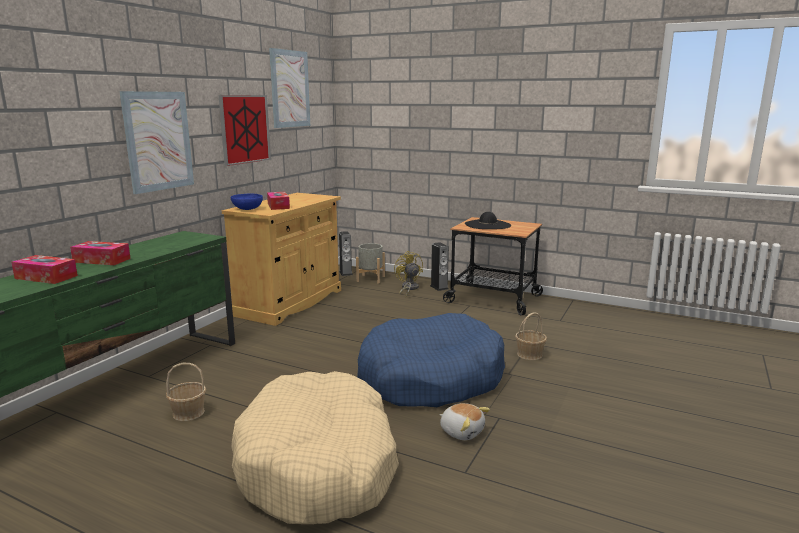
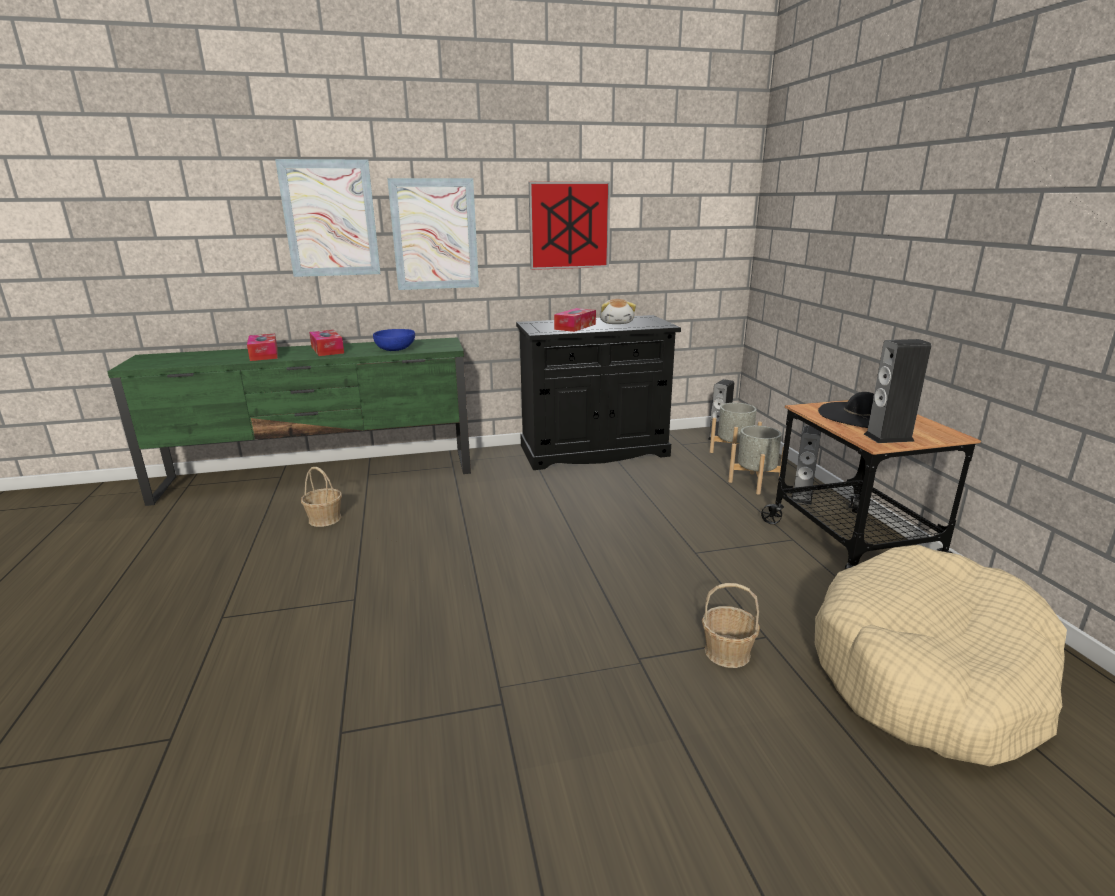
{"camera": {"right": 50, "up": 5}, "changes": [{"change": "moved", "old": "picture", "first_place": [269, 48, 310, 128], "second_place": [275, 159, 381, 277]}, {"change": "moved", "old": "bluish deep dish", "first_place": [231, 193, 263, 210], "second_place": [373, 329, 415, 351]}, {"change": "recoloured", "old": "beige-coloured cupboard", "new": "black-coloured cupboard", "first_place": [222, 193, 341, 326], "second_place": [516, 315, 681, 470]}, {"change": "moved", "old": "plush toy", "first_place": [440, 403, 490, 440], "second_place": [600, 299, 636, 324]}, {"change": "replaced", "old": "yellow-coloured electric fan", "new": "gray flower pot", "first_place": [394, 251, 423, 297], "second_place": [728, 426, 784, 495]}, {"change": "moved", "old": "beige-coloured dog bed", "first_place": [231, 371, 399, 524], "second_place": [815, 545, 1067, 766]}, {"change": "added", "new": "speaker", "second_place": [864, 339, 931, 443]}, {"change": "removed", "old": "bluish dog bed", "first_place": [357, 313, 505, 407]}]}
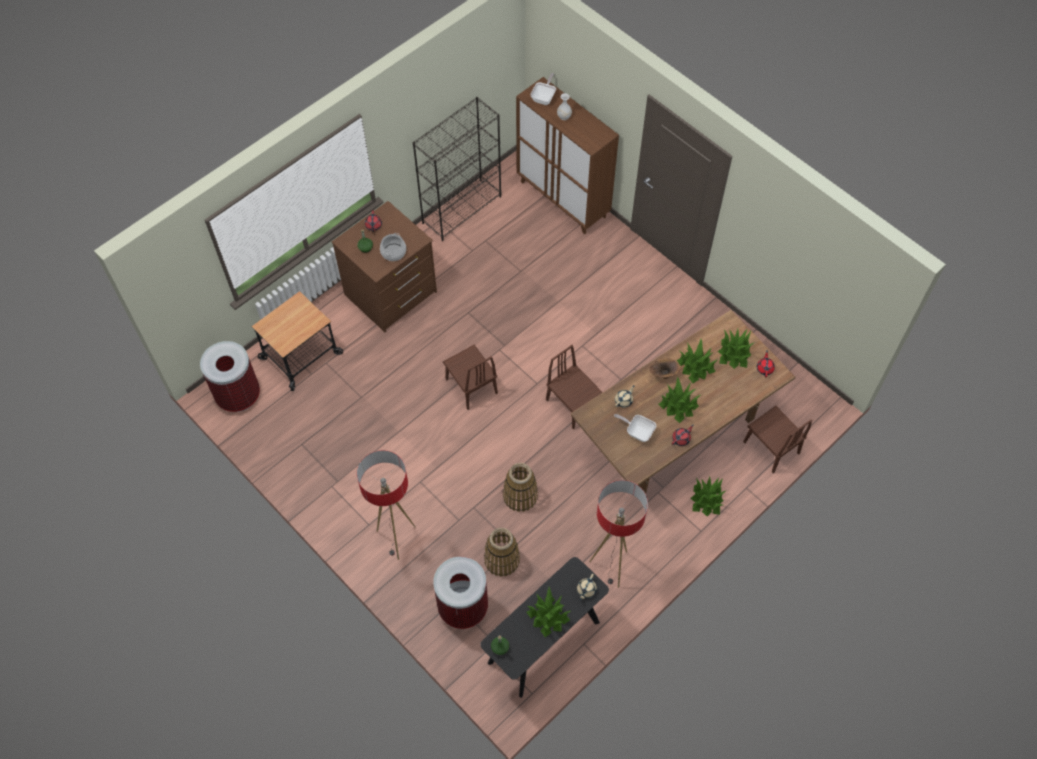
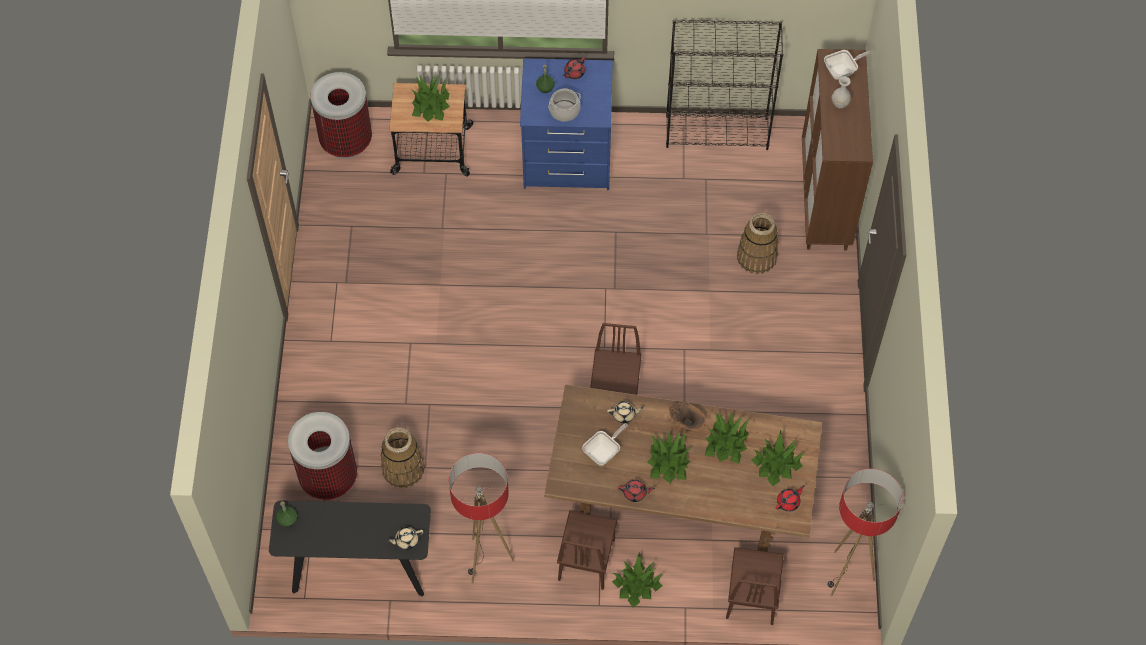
{"camera": {"right": 45, "up": 0}, "changes": [{"change": "moved", "old": "houseplant", "first_place": [526, 587, 570, 637], "second_place": [411, 74, 450, 122]}, {"change": "recoloured", "old": "brown-coloured dresser", "new": "bluish dresser", "first_place": [332, 201, 437, 332], "second_place": [520, 58, 613, 190]}, {"change": "moved", "old": "brown-coloured chair", "first_place": [443, 345, 498, 410], "second_place": [557, 510, 617, 590]}, {"change": "turned", "old": "frying pan", "first_place": [614, 414, 656, 442], "second_place": [582, 423, 628, 466], "degrees": 60}, {"change": "moved", "old": "household basket", "first_place": [503, 463, 538, 512], "second_place": [737, 213, 778, 274]}, {"change": "moved", "old": "standing lamp", "first_place": [357, 450, 416, 560], "second_place": [827, 468, 903, 596]}]}
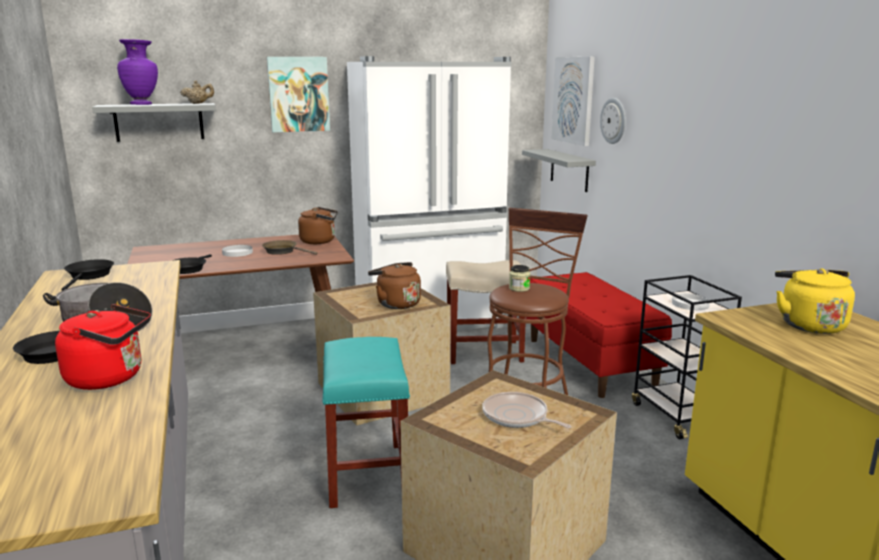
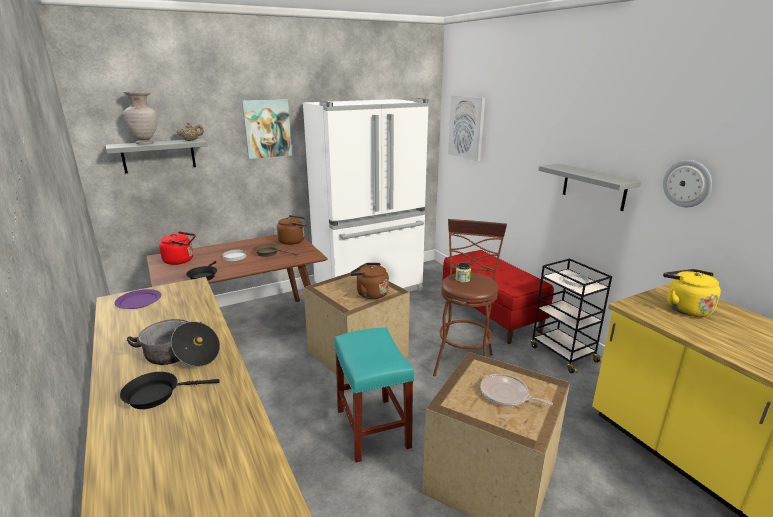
{"camera": {"right": -10, "up": 5}, "changes": [{"change": "replaced", "old": "black-coloured frying pan", "new": "purple dinner plate", "first_place": [61, 259, 114, 291], "second_place": [114, 289, 161, 309]}, {"change": "recoloured", "old": "purple flower vase", "new": "beige-coloured flower vase", "first_place": [117, 39, 158, 105], "second_place": [123, 91, 158, 145]}, {"change": "moved", "old": "red water kettle", "first_place": [55, 304, 151, 390], "second_place": [159, 231, 195, 265]}, {"change": "moved", "old": "gray bracket shelf", "first_place": [522, 149, 596, 192], "second_place": [538, 164, 641, 211]}, {"change": "moved", "old": "hanging clock", "first_place": [600, 98, 626, 144], "second_place": [663, 160, 712, 207]}, {"change": "removed", "old": "beige-coloured stool", "first_place": [446, 260, 526, 364]}]}
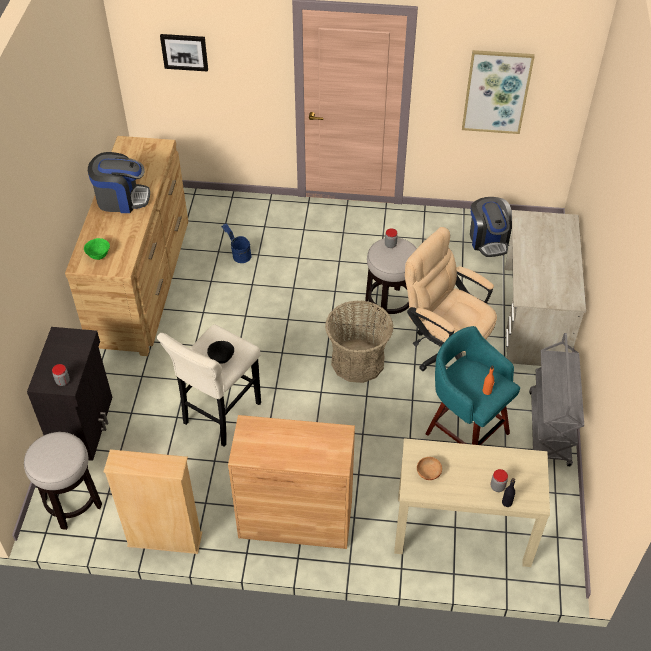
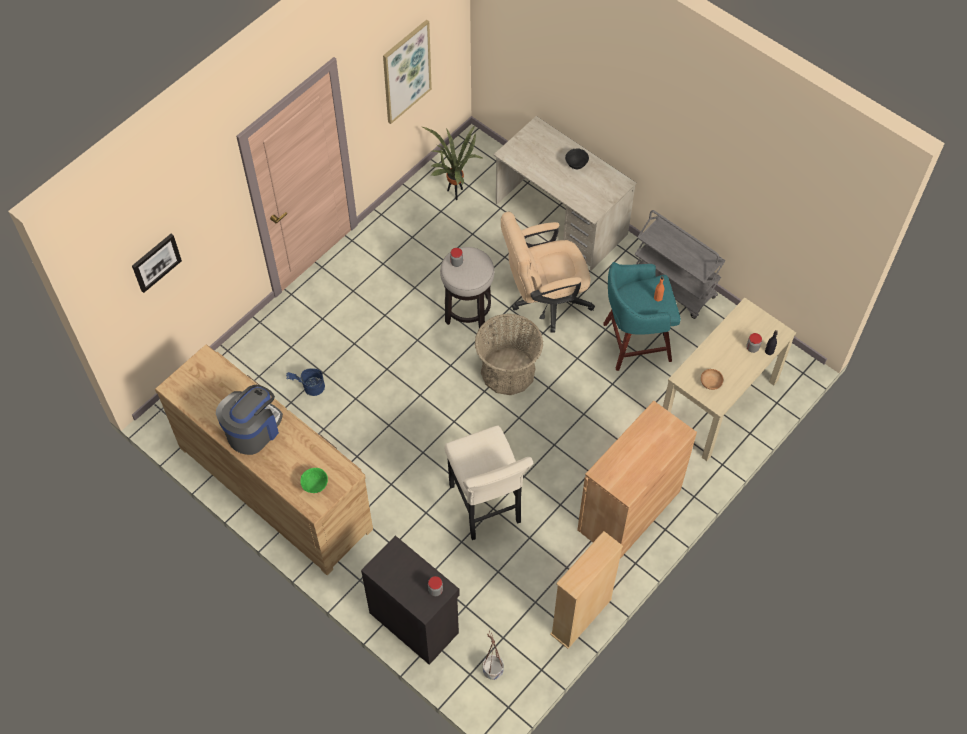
{"camera": {"right": -55, "up": 10}, "changes": [{"change": "replaced", "old": "coffee machine", "new": "houseplant", "first_place": [470, 197, 512, 257], "second_place": [422, 126, 484, 200]}, {"change": "replaced", "old": "stool", "new": "flower pot", "first_place": [24, 432, 102, 530], "second_place": [483, 631, 504, 680]}, {"change": "moved", "old": "black-coloured deep dish", "first_place": [207, 341, 234, 364], "second_place": [565, 148, 589, 169]}]}
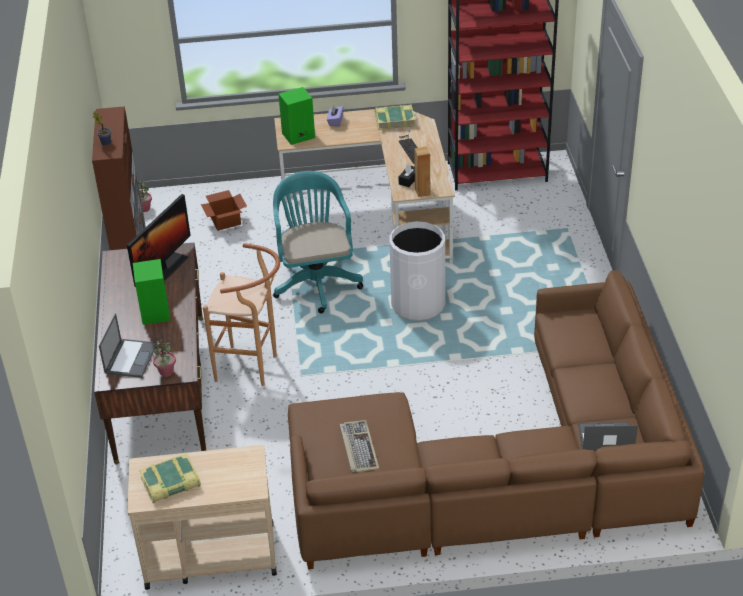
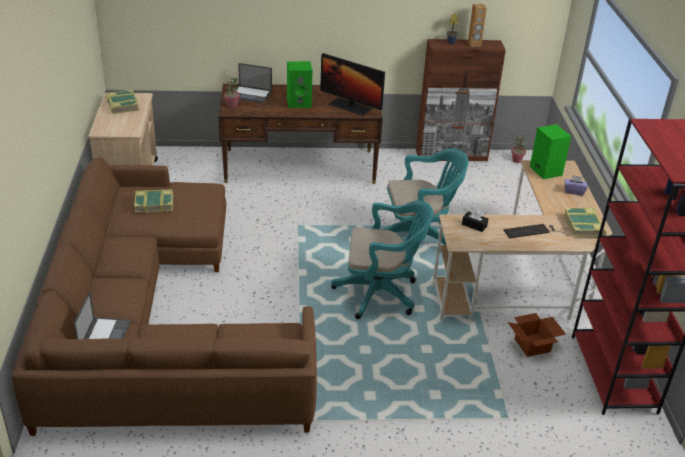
{"camera": {"right": 90, "up": -5}, "changes": [{"change": "replaced", "old": "computer keyboard", "new": "book", "first_place": [340, 420, 379, 472], "second_place": [134, 189, 173, 213]}, {"change": "replaced", "old": "white-coloured rubbish bin", "new": "turquoise-coloured computer chair", "first_place": [389, 221, 445, 321], "second_place": [331, 200, 433, 319]}, {"change": "moved", "old": "brown-coloured speaker", "first_place": [414, 146, 430, 197], "second_place": [468, 4, 487, 47]}, {"change": "moved", "old": "packing box", "first_place": [201, 190, 247, 231], "second_place": [508, 313, 566, 357]}, {"change": "removed", "old": "brown-coloured stool", "first_place": [203, 243, 280, 386]}]}
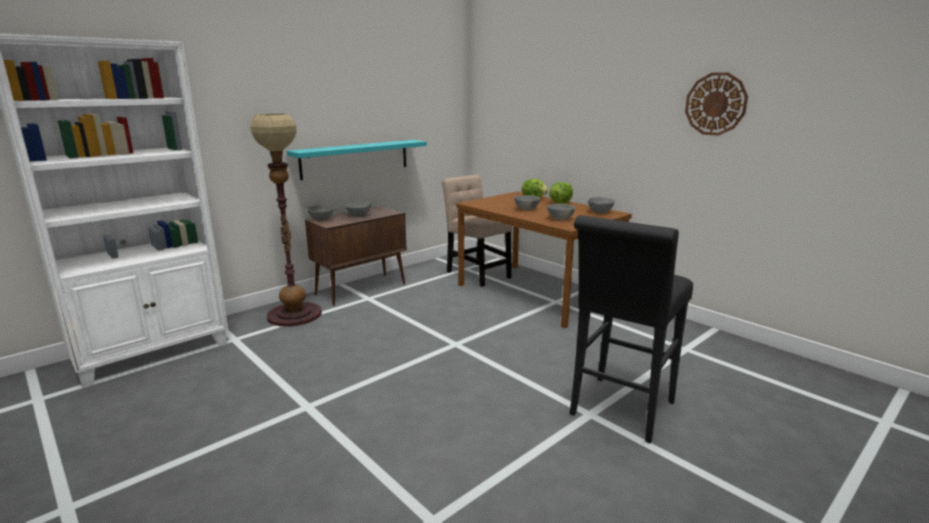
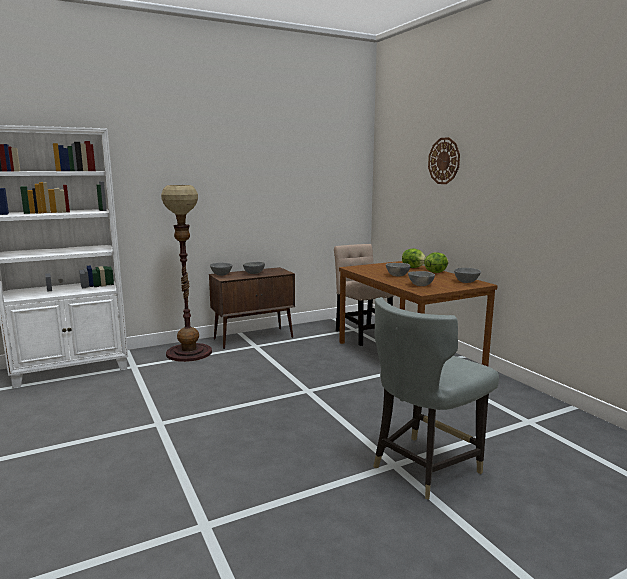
{"camera": {"right": 15, "up": -5}, "changes": [{"change": "replaced", "old": "black-coloured stool", "new": "gray chair", "first_place": [570, 215, 693, 444], "second_place": [373, 297, 499, 500]}, {"change": "moved", "old": "hanging clock", "first_place": [685, 72, 748, 136], "second_place": [428, 137, 460, 184]}, {"change": "removed", "old": "turquoise-coloured bracket shelf", "first_place": [287, 140, 427, 180]}]}
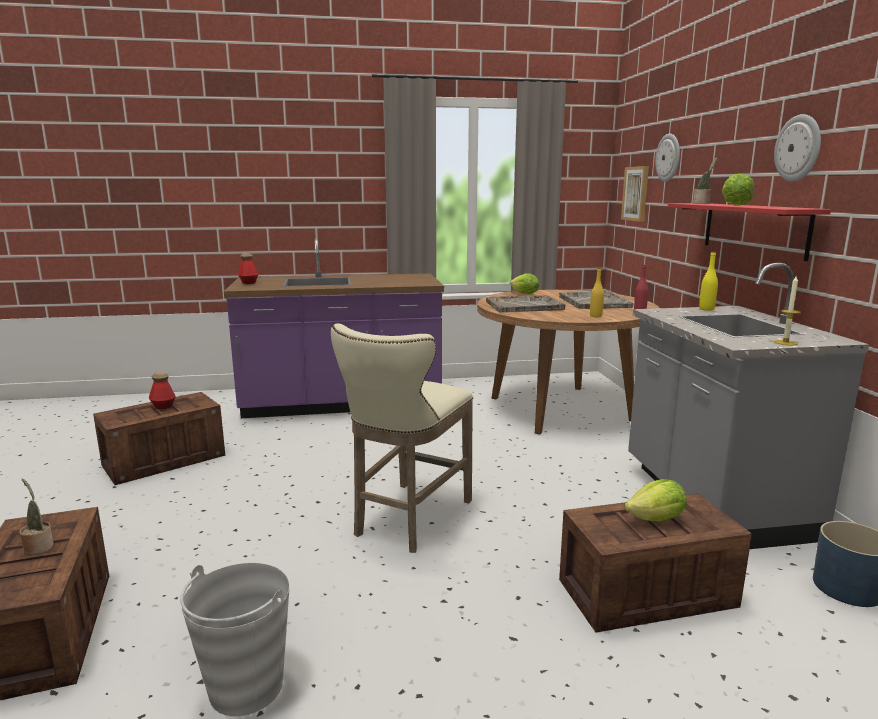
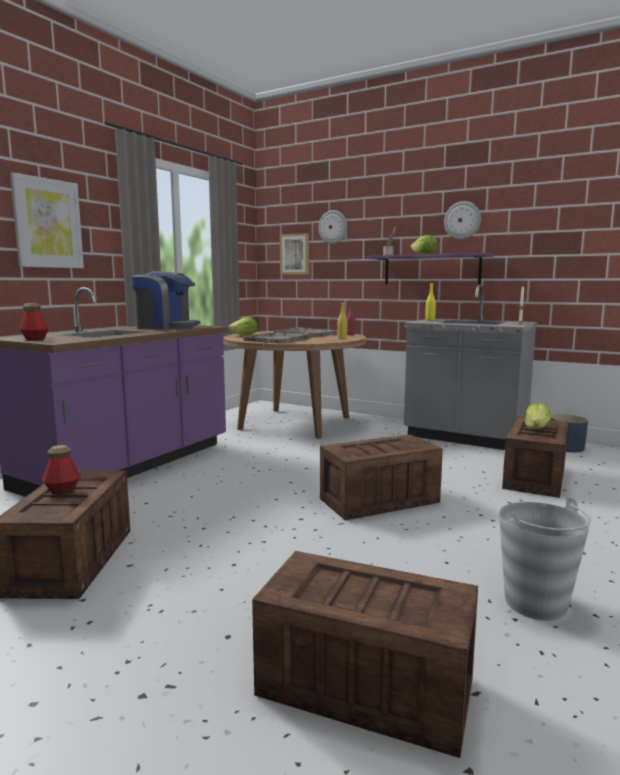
{"camera": {"right": -50, "up": -5}, "changes": [{"change": "added", "new": "picture", "second_place": [10, 172, 84, 268]}, {"change": "added", "new": "coffee machine", "second_place": [131, 271, 200, 329]}, {"change": "replaced", "old": "beige-coloured stool", "new": "packing crate", "first_place": [331, 323, 473, 553], "second_place": [320, 434, 443, 520]}, {"change": "recoloured", "old": "red bracket shelf", "new": "purple bracket shelf", "first_place": [668, 203, 831, 261], "second_place": [366, 253, 494, 285]}, {"change": "removed", "old": "houseplant", "first_place": [19, 479, 54, 555]}]}
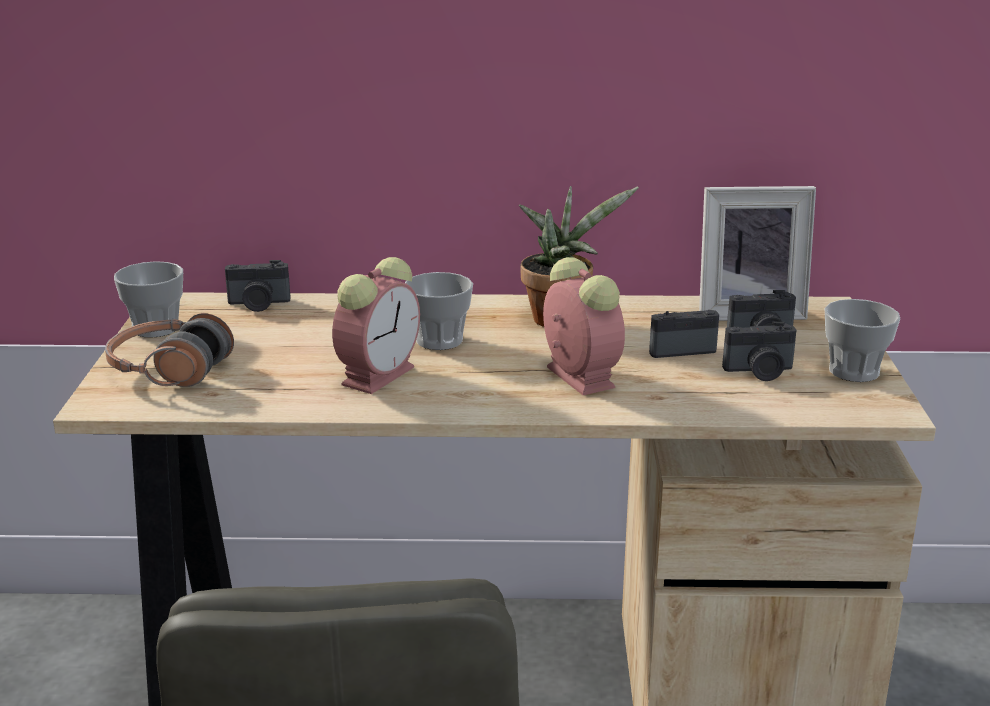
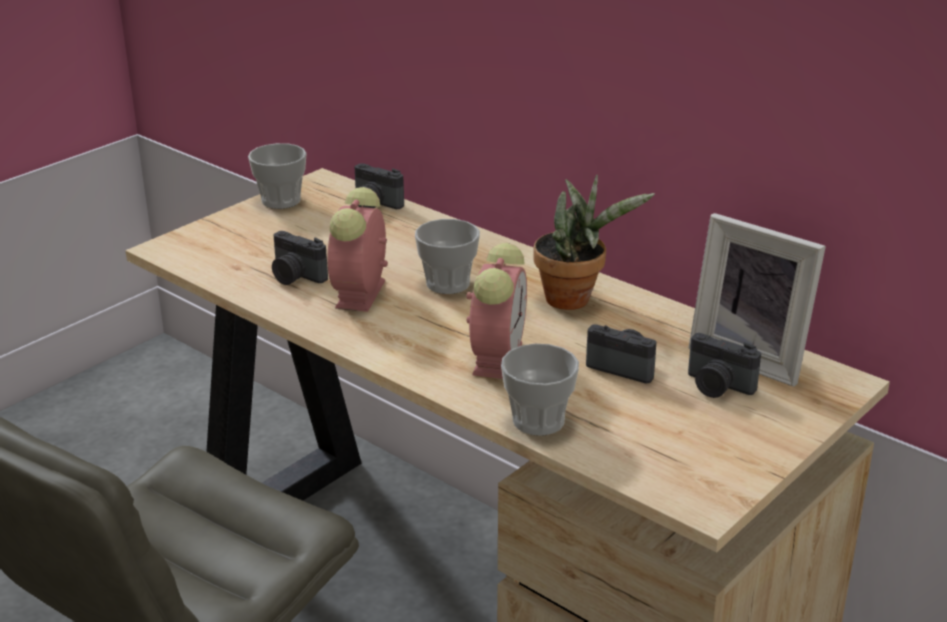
{"camera": {"right": 40, "up": 5}, "changes": [{"change": "moved", "old": "photo camera", "first_place": [722, 322, 796, 381], "second_place": [272, 231, 328, 285]}, {"change": "turned", "old": "bedside clock", "first_place": [332, 257, 420, 394], "second_place": [327, 187, 388, 312], "degrees": 120}, {"change": "moved", "old": "small cup", "first_place": [825, 299, 900, 382], "second_place": [501, 343, 579, 436]}, {"change": "removed", "old": "headphones", "first_place": [105, 313, 234, 387]}]}
